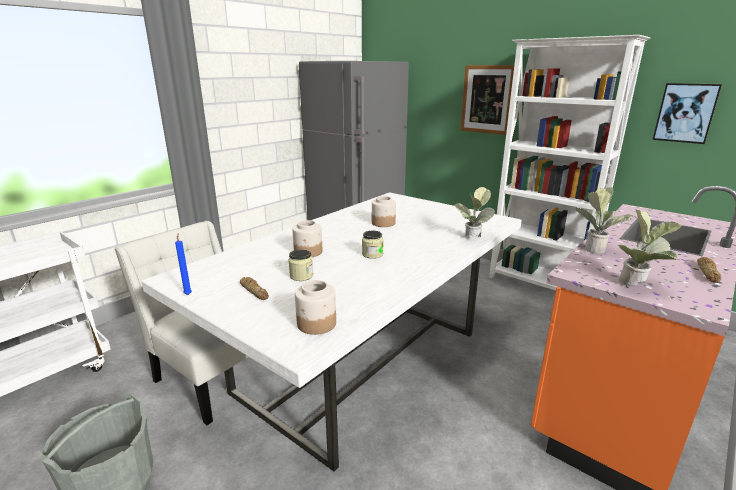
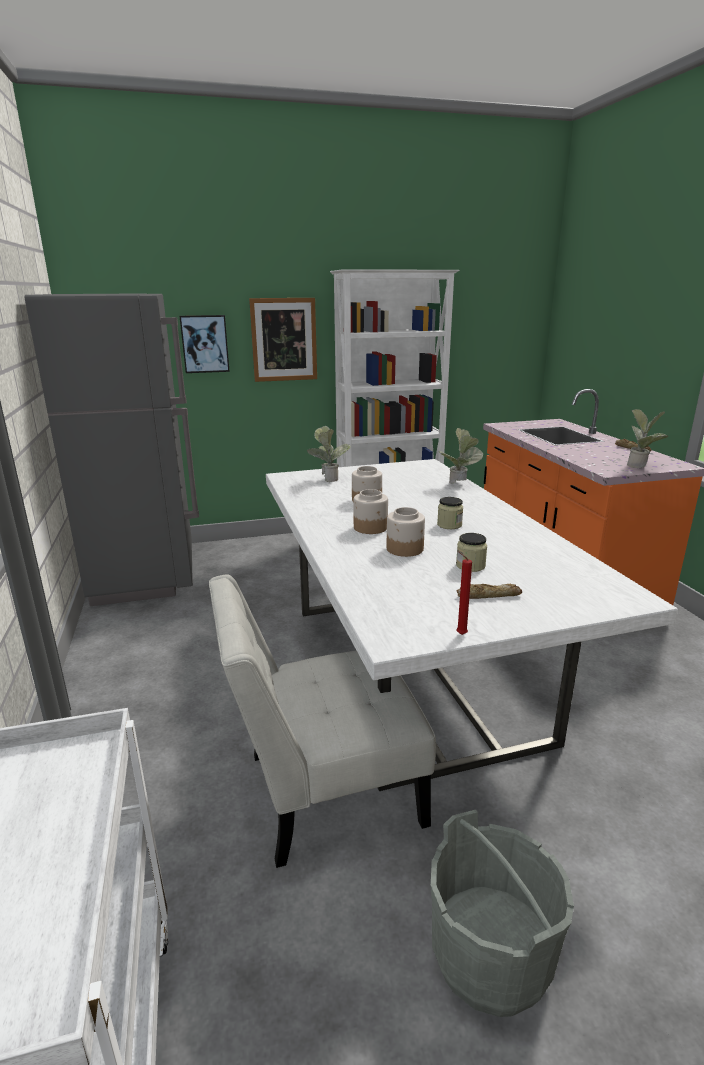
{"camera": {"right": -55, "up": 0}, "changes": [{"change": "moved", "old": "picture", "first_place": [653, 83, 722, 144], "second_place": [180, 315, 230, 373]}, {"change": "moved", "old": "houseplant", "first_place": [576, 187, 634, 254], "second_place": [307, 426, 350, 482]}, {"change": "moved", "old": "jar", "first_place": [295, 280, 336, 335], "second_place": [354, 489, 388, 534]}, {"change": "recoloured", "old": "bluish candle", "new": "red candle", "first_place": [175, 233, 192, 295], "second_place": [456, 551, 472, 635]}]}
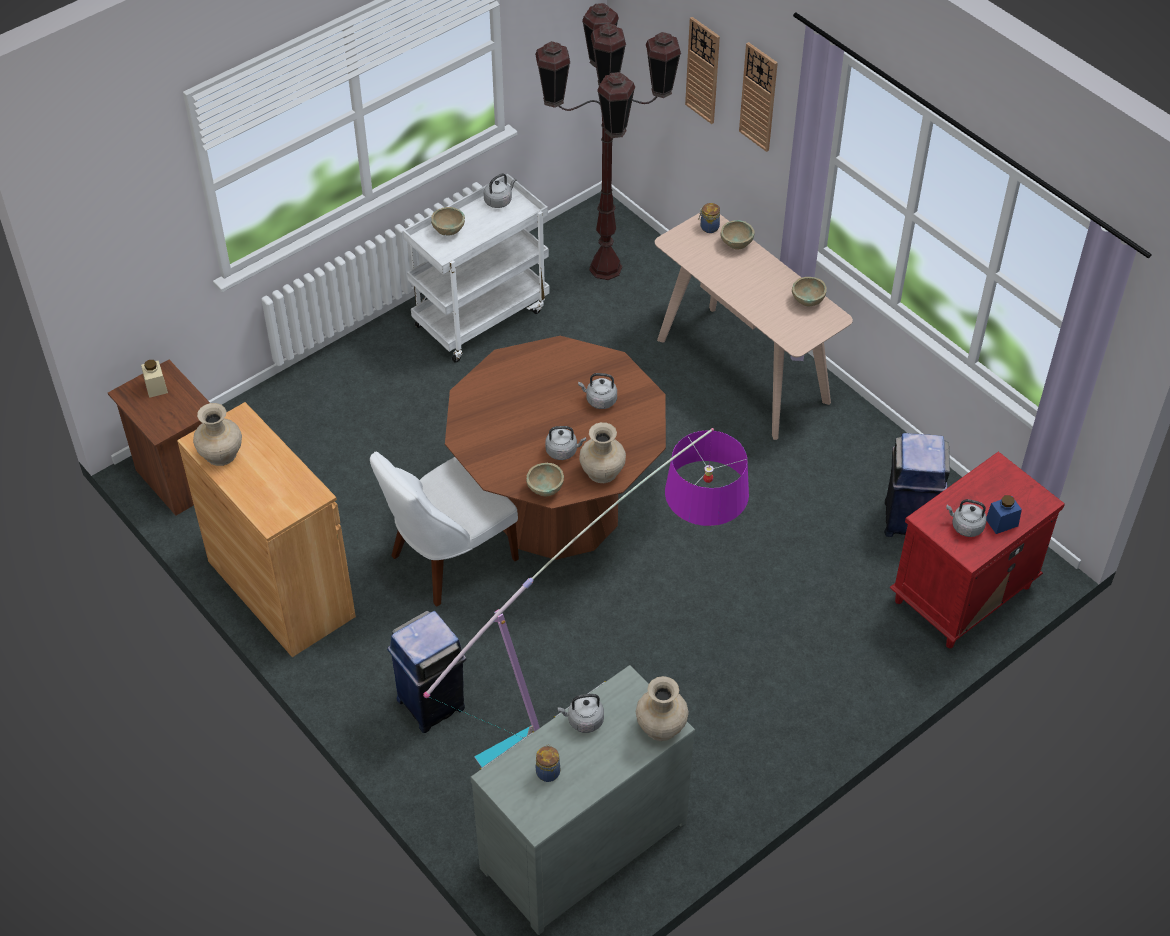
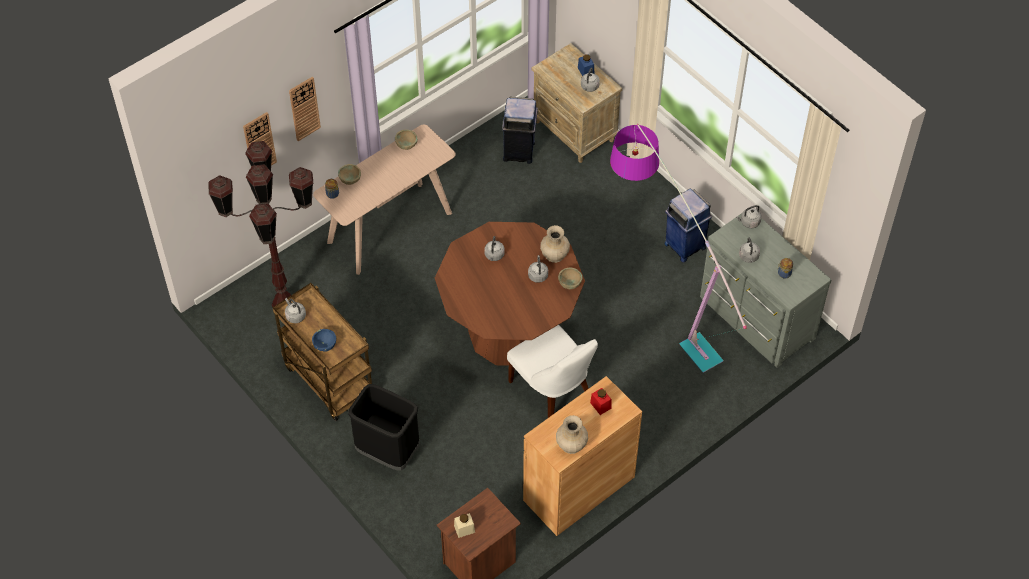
{"camera": {"right": -90, "up": 5}, "changes": [{"change": "recoloured", "old": "white-coloured cart", "new": "brown-coloured cart", "first_place": [403, 174, 550, 363], "second_place": [272, 283, 372, 421]}, {"change": "recoloured", "old": "beige-coloured deep dish", "new": "bluish deep dish", "first_place": [431, 207, 465, 236], "second_place": [312, 329, 336, 351]}, {"change": "added", "new": "black-coloured rubbish bin", "second_place": [348, 384, 420, 471]}, {"change": "recoloured", "old": "red night table", "new": "beige-coloured night table", "first_place": [889, 451, 1065, 648], "second_place": [531, 43, 622, 163]}, {"change": "added", "new": "red jar", "second_place": [590, 388, 611, 415]}, {"change": "moved", "old": "bluish rubbish bin", "first_place": [387, 611, 466, 733], "second_place": [665, 189, 712, 263]}, {"change": "replaced", "old": "beige-coloured flower vase", "new": "gray water kettle", "first_place": [636, 676, 689, 741], "second_place": [736, 205, 761, 228]}]}
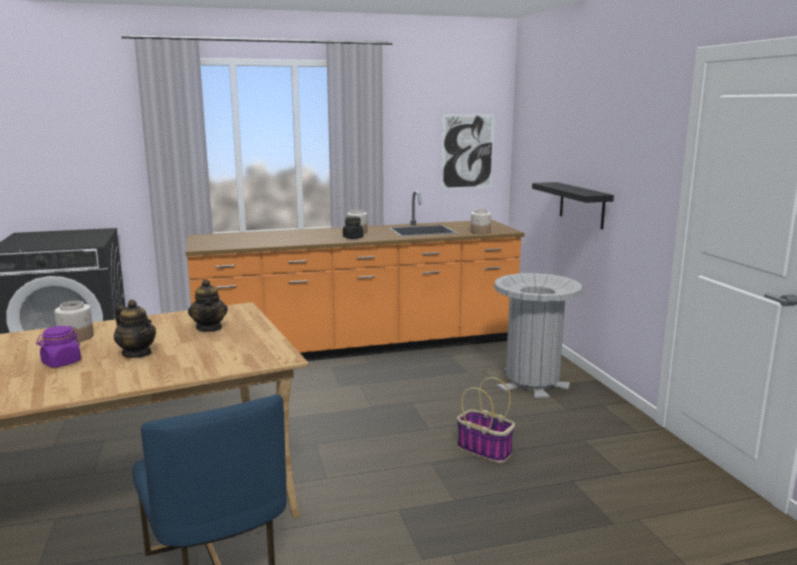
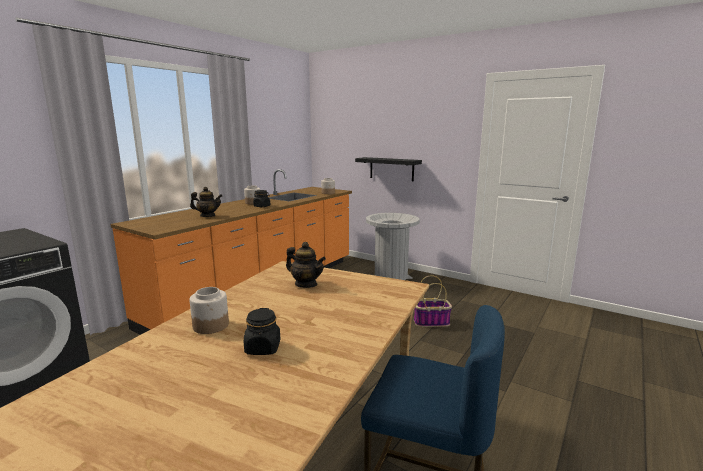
{"camera": {"right": -40, "up": 0}, "changes": [{"change": "moved", "old": "pot for tea", "first_place": [114, 300, 156, 358], "second_place": [190, 187, 222, 217]}, {"change": "recoloured", "old": "purple jar", "new": "black-coloured jar", "first_place": [36, 326, 81, 368], "second_place": [244, 308, 280, 355]}, {"change": "removed", "old": "picture", "first_place": [441, 114, 495, 189]}]}
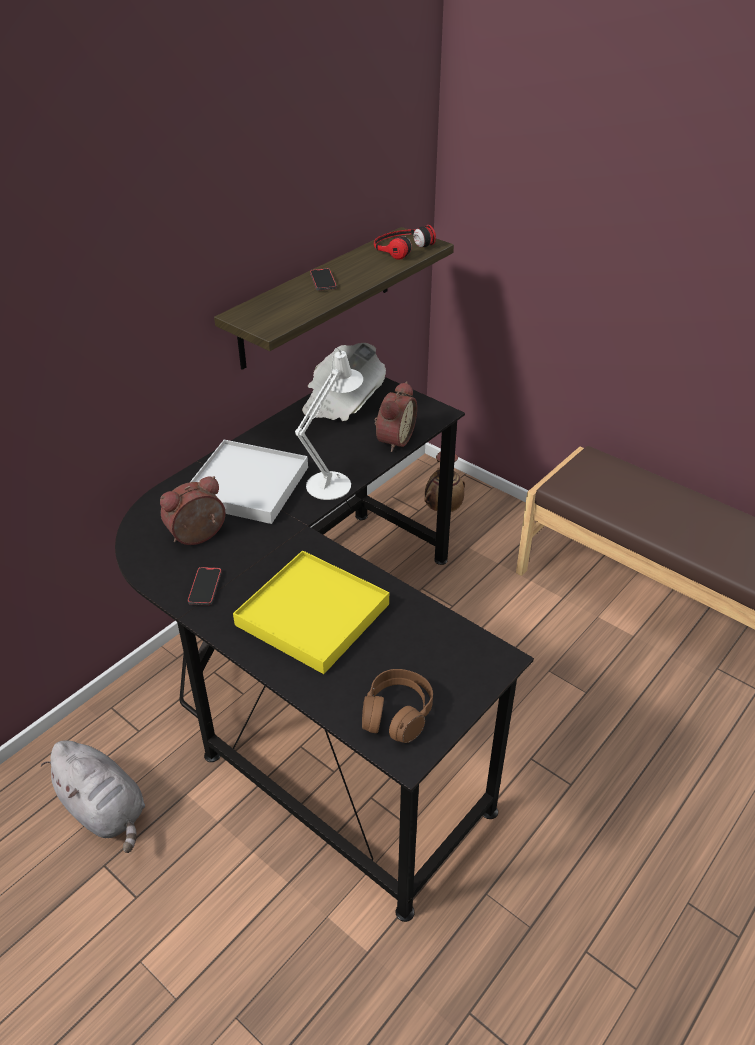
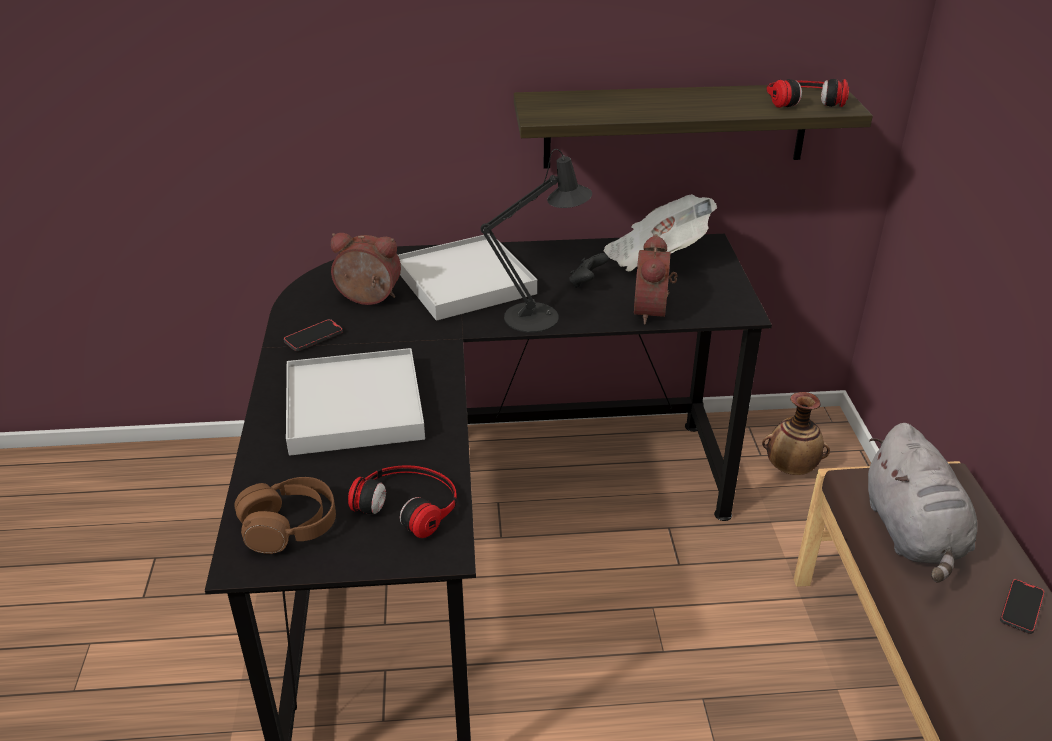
{"camera": {"right": 45, "up": -5}, "changes": [{"change": "recoloured", "old": "yellow-coloured carrying tray", "new": "white-coloured carrying tray", "first_place": [233, 550, 389, 674], "second_place": [286, 348, 425, 456]}, {"change": "added", "new": "headphones", "second_place": [348, 465, 457, 538]}, {"change": "recoloured", "old": "white-coloured lamp for a table", "new": "black-coloured lamp for a table", "first_place": [295, 348, 363, 500], "second_place": [480, 149, 592, 333]}, {"change": "added", "new": "black-coloured gamepad", "second_place": [569, 253, 609, 288]}, {"change": "turned", "old": "bedside clock", "first_place": [375, 381, 417, 452], "second_place": [634, 234, 678, 324], "degrees": 120}, {"change": "moved", "old": "gray plush toy", "first_place": [41, 740, 145, 853], "second_place": [868, 423, 978, 583]}, {"change": "moved", "old": "handset", "first_place": [310, 268, 337, 291], "second_place": [1000, 579, 1045, 634]}]}
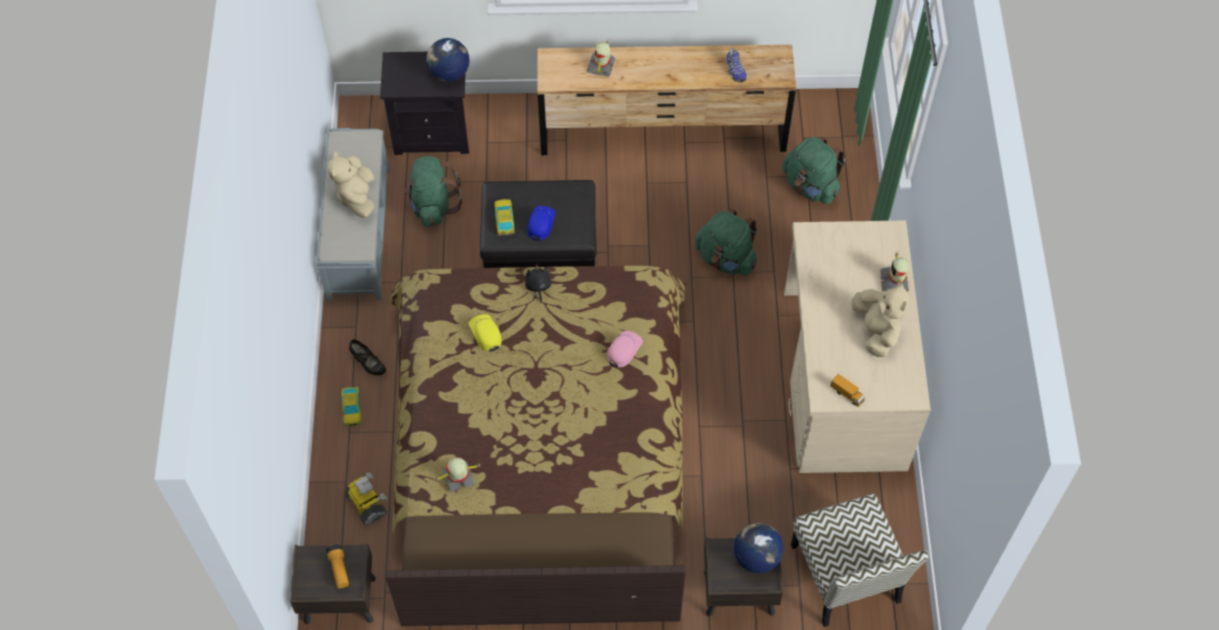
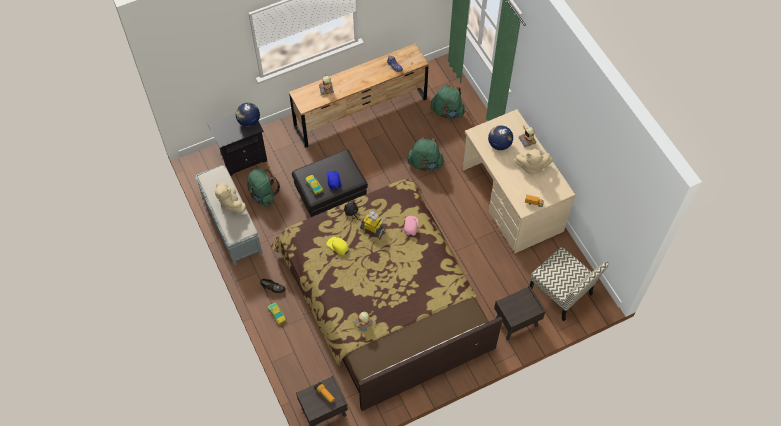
{"camera": {"right": -25, "up": 0}, "changes": [{"change": "moved", "old": "model robot", "first_place": [344, 472, 387, 525], "second_place": [360, 211, 386, 238]}, {"change": "moved", "old": "world globe", "first_place": [734, 523, 784, 573], "second_place": [488, 125, 513, 150]}, {"change": "turned", "old": "beige-coloured plush toy", "first_place": [851, 281, 910, 357], "second_place": [514, 149, 553, 176], "degrees": 135}]}
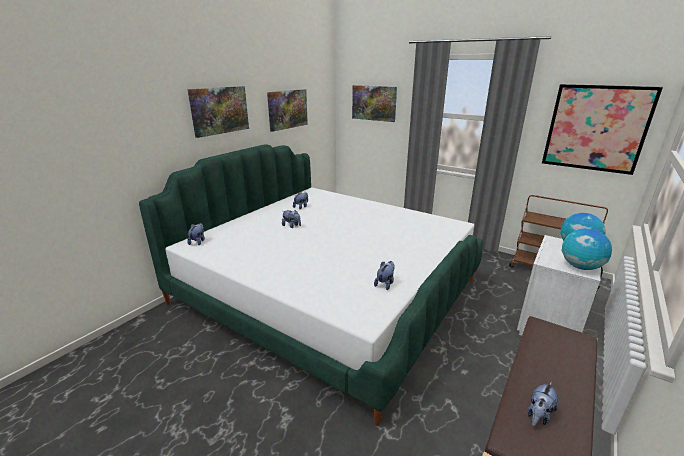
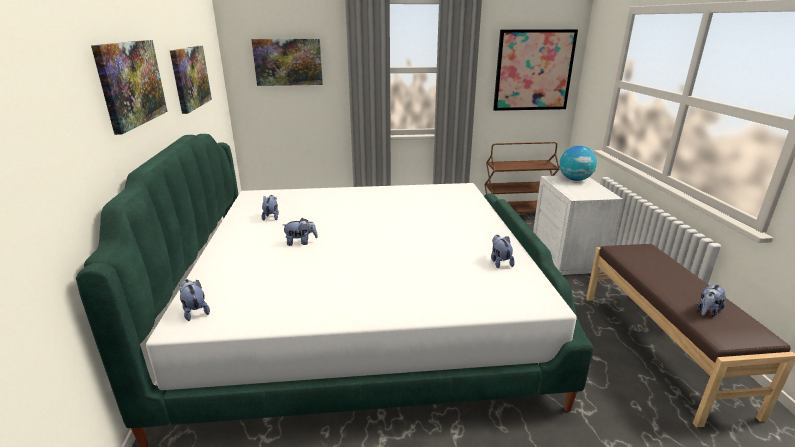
{"camera": {"right": -40, "up": 0}, "changes": [{"change": "turned", "old": "plush toy", "first_place": [527, 382, 558, 426], "second_place": [697, 284, 726, 317], "degrees": 45}, {"change": "removed", "old": "world globe", "first_place": [561, 228, 612, 270]}]}
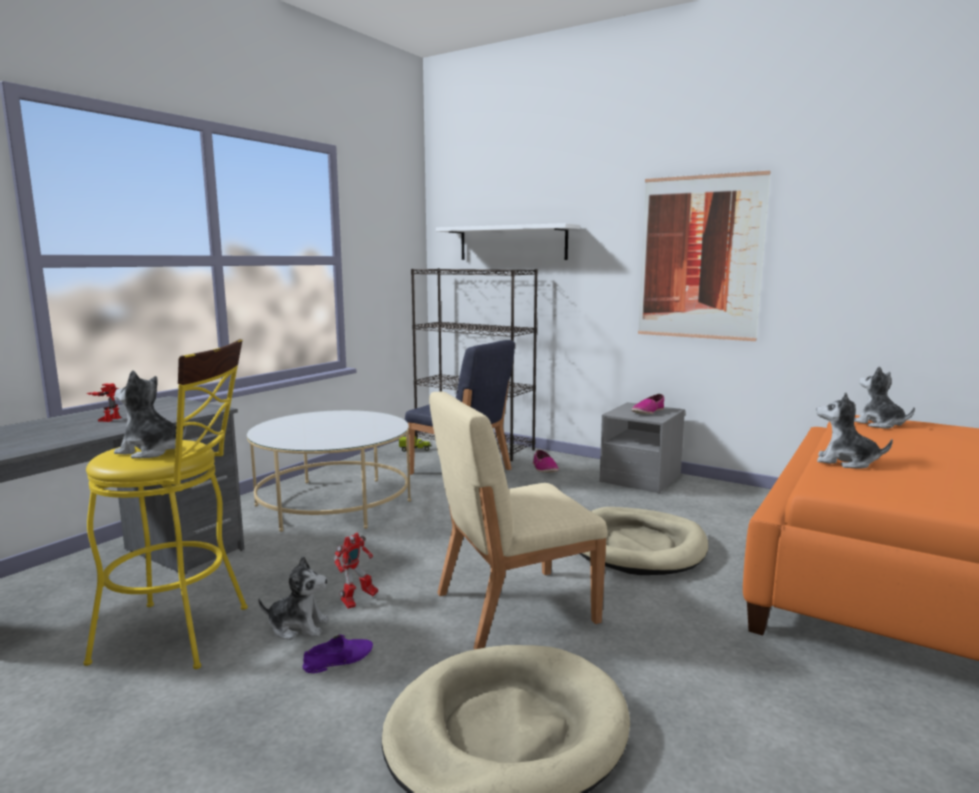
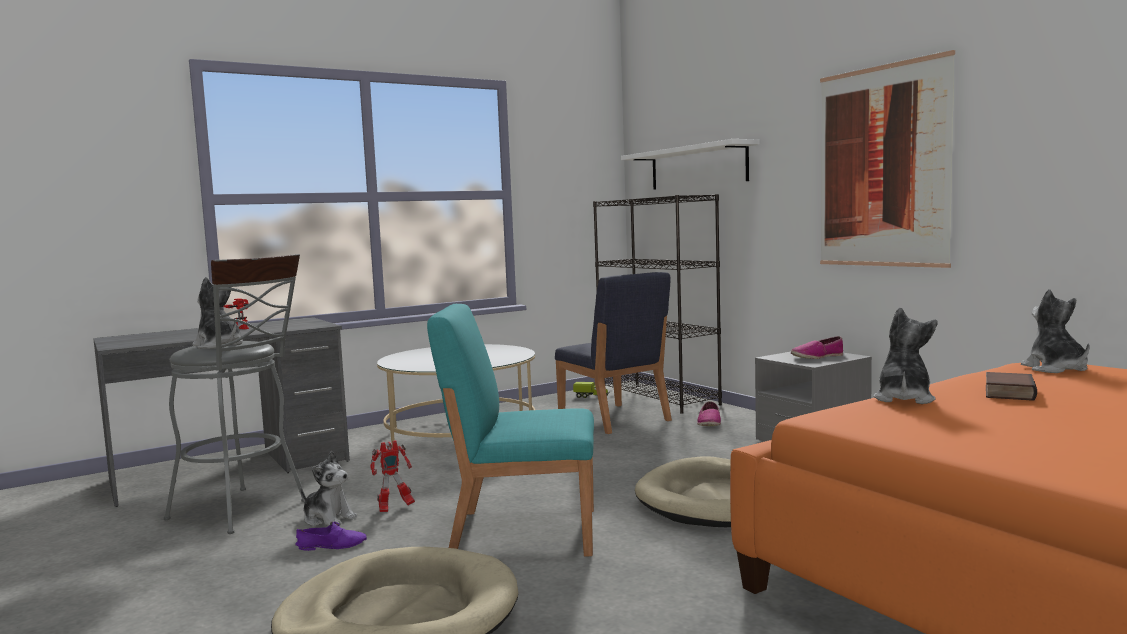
{"camera": {"right": 25, "up": -5}, "changes": [{"change": "recoloured", "old": "yellow-coloured stool", "new": "gray stool", "first_place": [83, 339, 248, 669], "second_place": [164, 254, 305, 534]}, {"change": "recoloured", "old": "beige-coloured chair", "new": "turquoise-coloured chair", "first_place": [429, 391, 608, 650], "second_place": [427, 304, 594, 556]}, {"change": "turned", "old": "plush toy", "first_place": [816, 392, 893, 469], "second_place": [873, 307, 937, 404], "degrees": 60}, {"change": "added", "new": "book", "second_place": [986, 372, 1037, 401]}]}
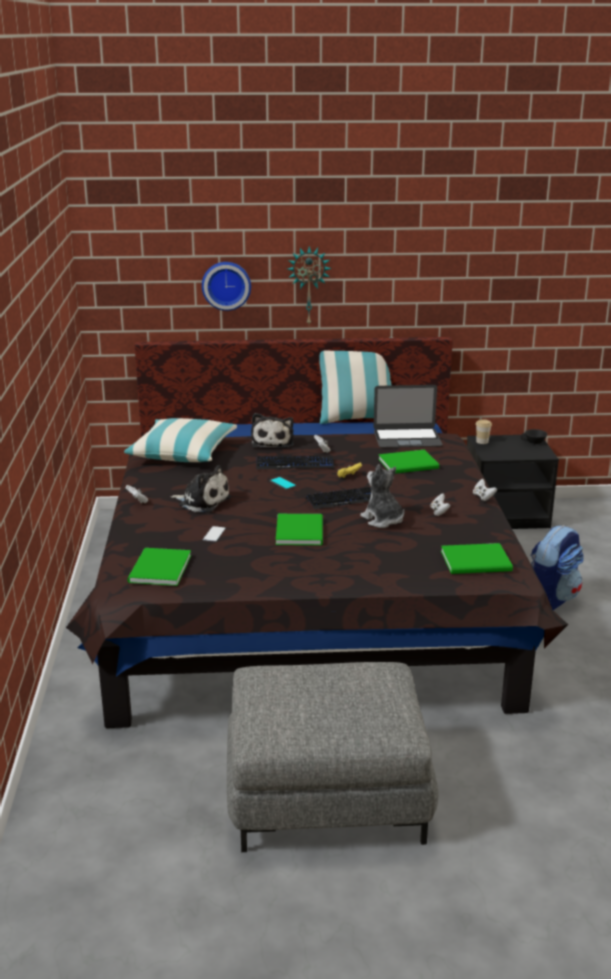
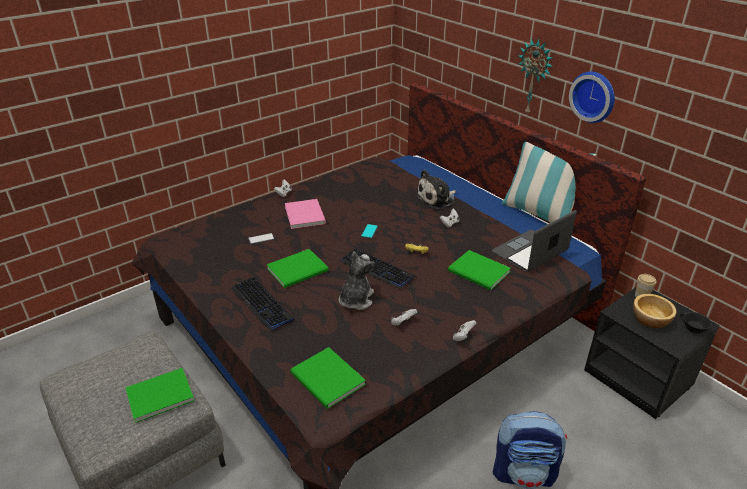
{"camera": {"right": 55, "up": 10}, "changes": [{"change": "moved", "old": "green-coloured book", "first_place": [127, 548, 191, 586], "second_place": [125, 368, 194, 423]}, {"change": "moved", "old": "computer keyboard", "first_place": [256, 456, 335, 469], "second_place": [231, 277, 294, 331]}, {"change": "replaced", "old": "plush toy", "new": "pink-coloured book", "first_place": [170, 465, 231, 513], "second_place": [285, 199, 326, 229]}, {"change": "turned", "old": "laptop", "first_place": [373, 385, 443, 448], "second_place": [492, 210, 577, 272], "degrees": 90}, {"change": "moved", "old": "hanging clock", "first_place": [202, 262, 251, 311], "second_place": [569, 72, 615, 123]}, {"change": "added", "new": "deep dish", "second_place": [633, 294, 677, 328]}, {"change": "removed", "old": "throw pillow", "first_place": [124, 418, 237, 462]}]}
